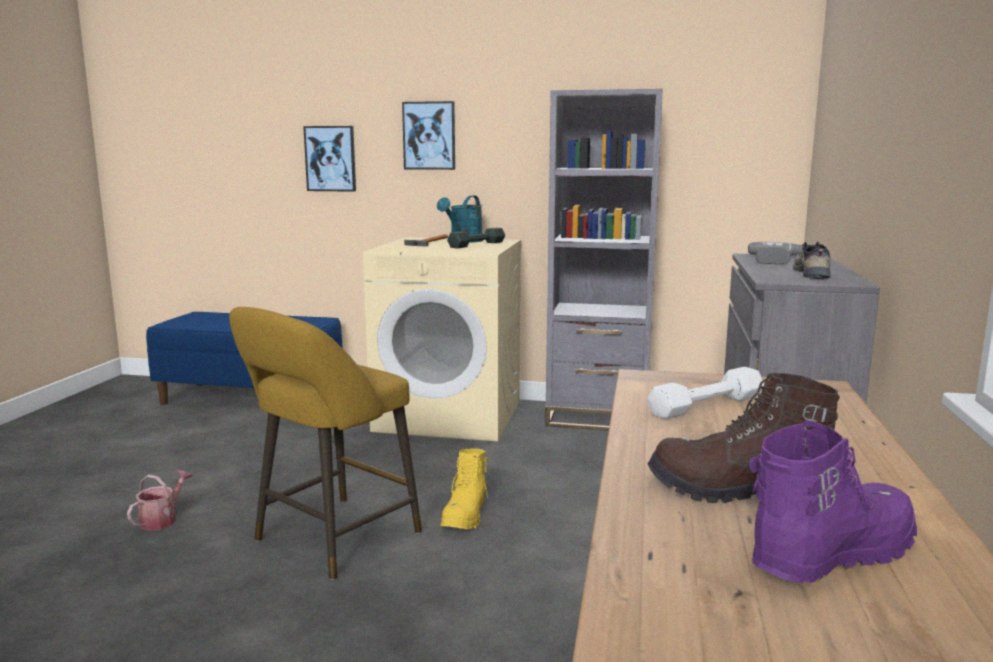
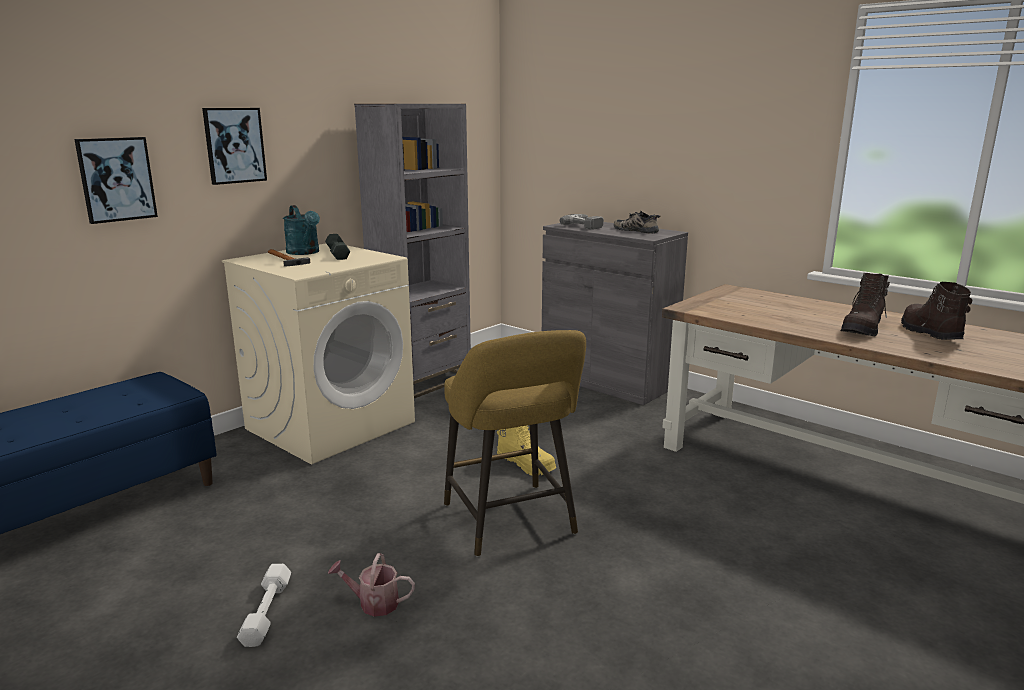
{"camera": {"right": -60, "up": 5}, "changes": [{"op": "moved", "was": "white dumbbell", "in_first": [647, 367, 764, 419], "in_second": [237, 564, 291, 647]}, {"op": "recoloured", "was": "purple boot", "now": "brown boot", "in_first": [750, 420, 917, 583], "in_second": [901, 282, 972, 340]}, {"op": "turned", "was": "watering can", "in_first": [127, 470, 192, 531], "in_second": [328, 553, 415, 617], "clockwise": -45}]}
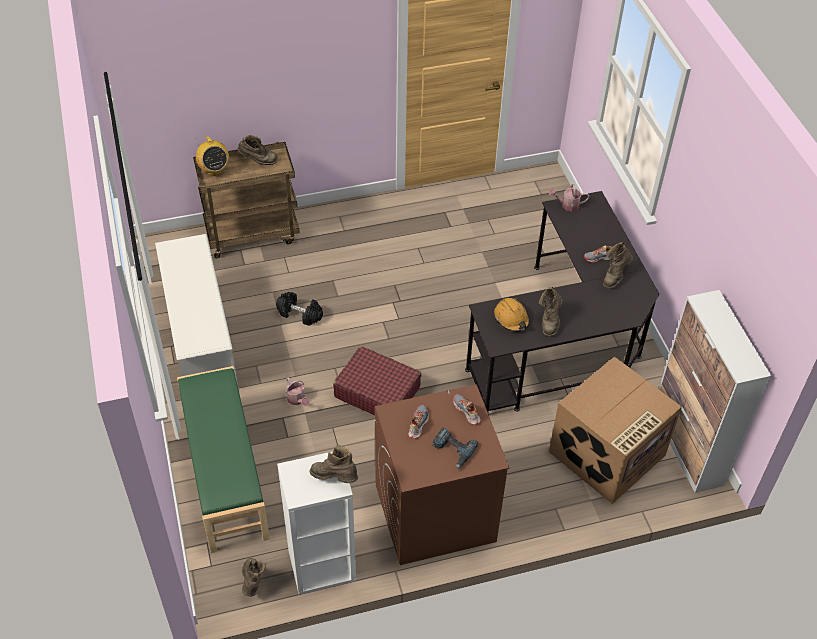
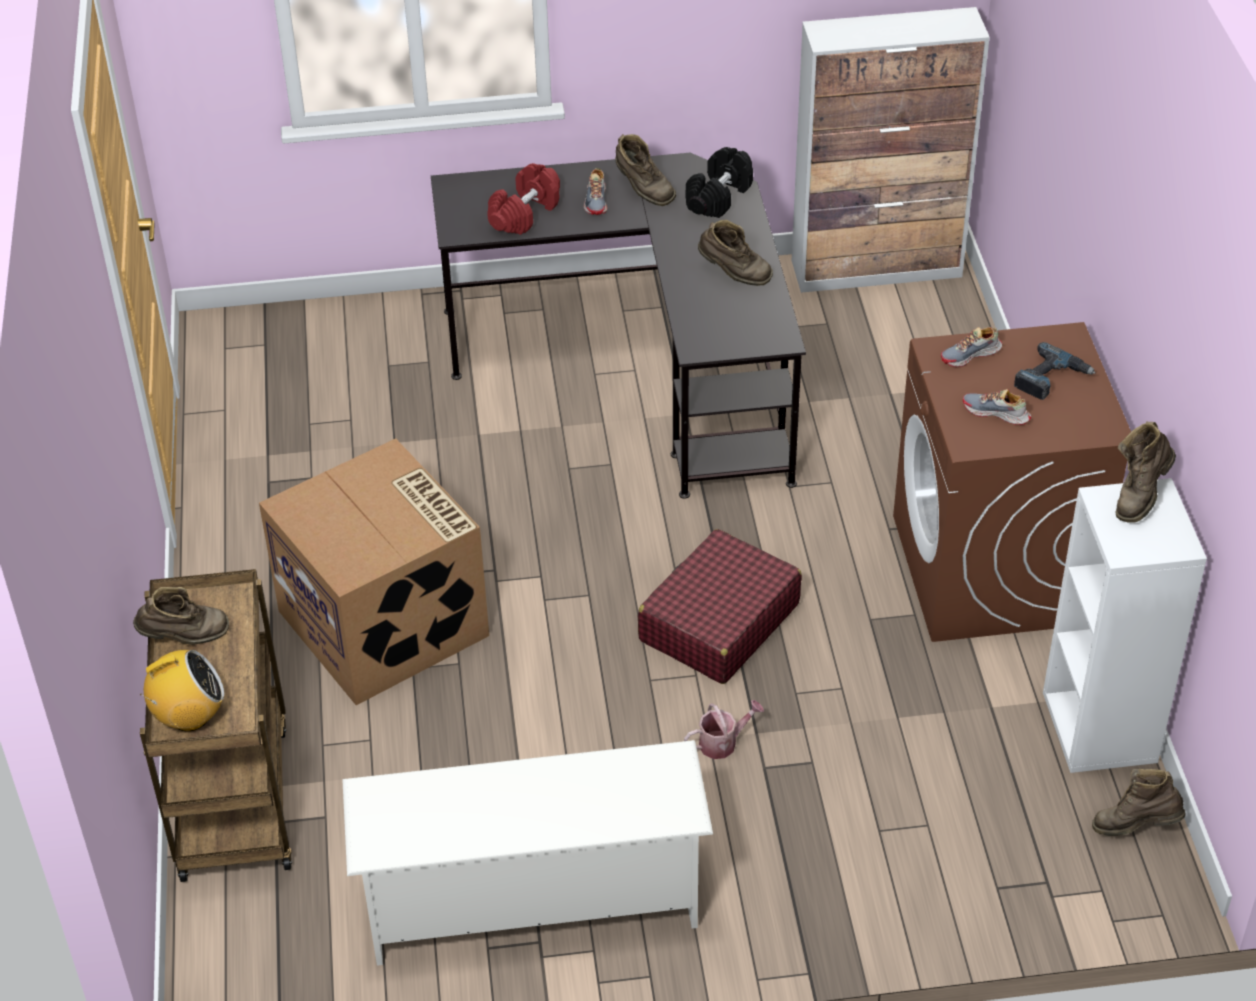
{"camera": {"right": -80, "up": -5}, "changes": [{"op": "removed", "was": "green bench", "in_first": [177, 366, 270, 553]}, {"op": "removed", "was": "orange hard hat", "in_first": [494, 298, 530, 332]}, {"op": "removed", "was": "watering can", "in_first": [549, 184, 590, 211]}, {"op": "added", "now": "red dumbbell", "in_second": [487, 163, 560, 235]}, {"op": "moved", "was": "black dumbbell", "in_first": [276, 292, 323, 326], "in_second": [686, 147, 753, 218]}, {"op": "moved", "was": "cardboard box", "in_first": [549, 357, 682, 504], "in_second": [259, 438, 489, 705]}, {"op": "turned", "was": "brown boot", "in_first": [238, 135, 278, 165], "in_second": [133, 587, 229, 645], "clockwise": 60}]}
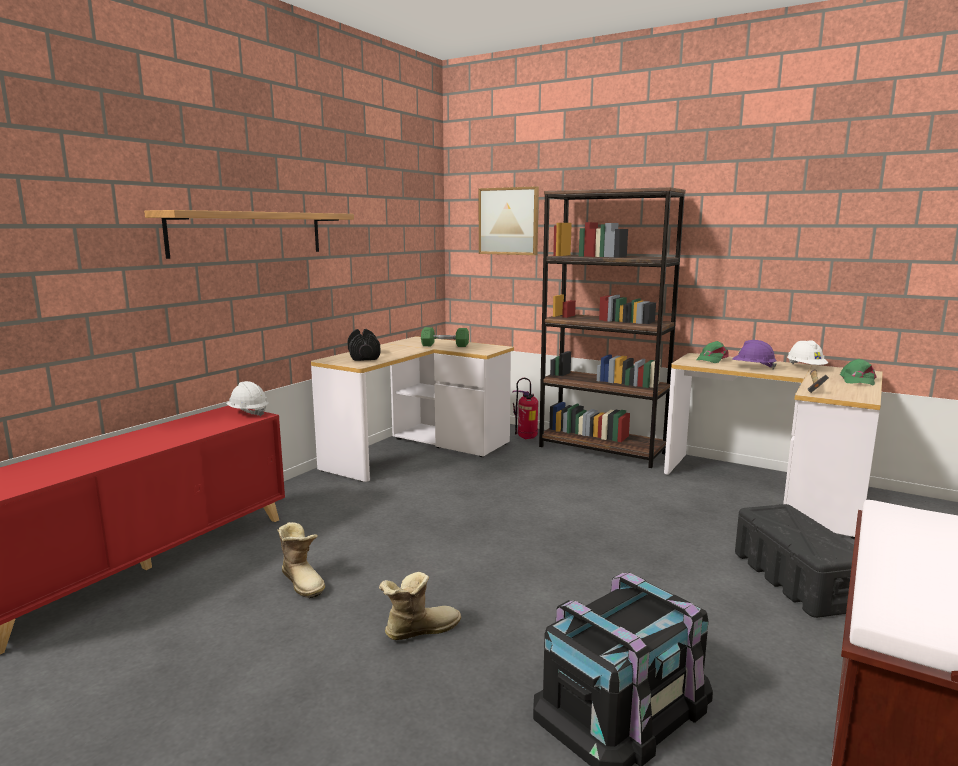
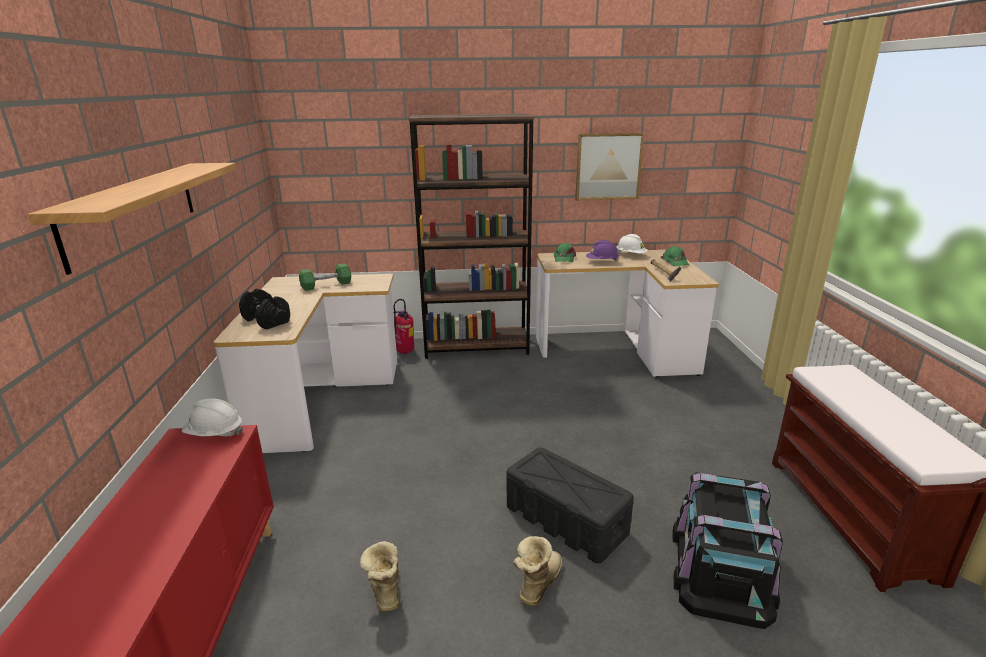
{"camera": {"right": -35, "up": 10}, "changes": [{"op": "moved", "was": "picture", "in_first": [479, 186, 539, 255], "in_second": [575, 133, 644, 200]}, {"op": "moved", "was": "black storage box", "in_first": [735, 504, 854, 618], "in_second": [507, 447, 634, 563]}, {"op": "turned", "was": "boot", "in_first": [277, 522, 325, 598], "in_second": [360, 541, 399, 612], "clockwise": -120}]}
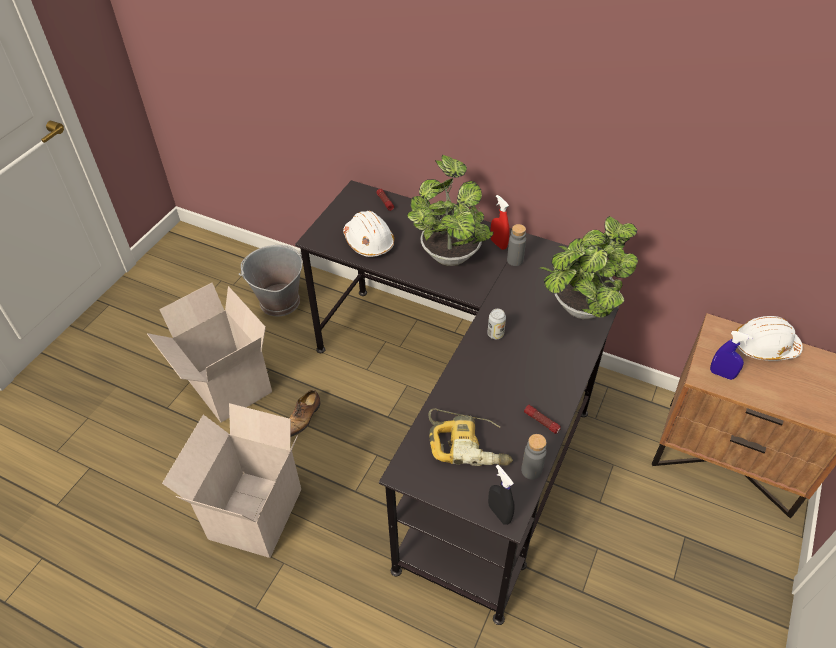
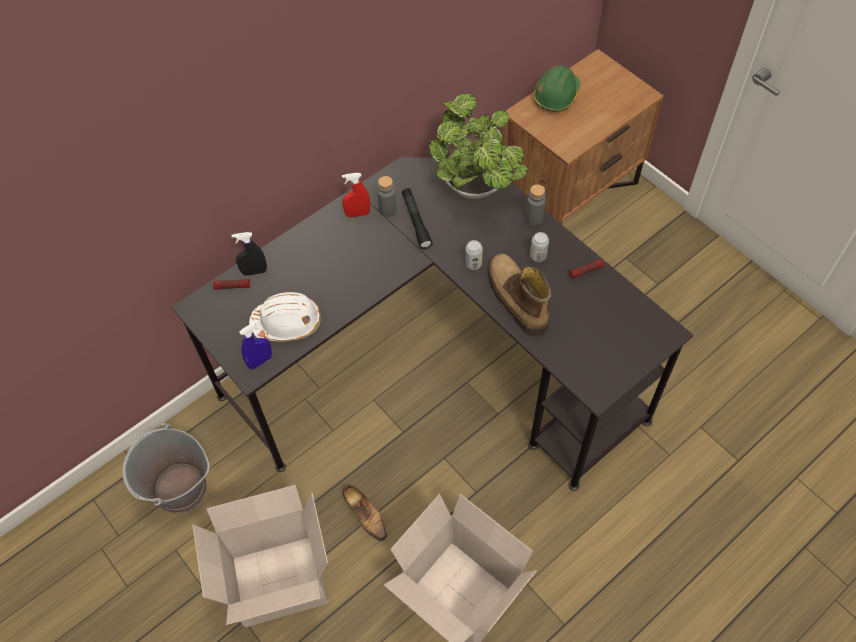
{"camera": {"right": -65, "up": 10}, "changes": [{"op": "removed", "was": "potted plant", "in_first": [407, 155, 493, 266]}, {"op": "removed", "was": "power drill", "in_first": [429, 409, 513, 466]}, {"op": "added", "now": "black flashlight", "in_second": [402, 188, 433, 249]}, {"op": "added", "now": "boot", "in_second": [488, 254, 551, 337]}, {"op": "added", "now": "can", "in_second": [530, 232, 549, 262]}, {"op": "moved", "was": "black spray bottle", "in_first": [488, 465, 515, 525], "in_second": [231, 232, 267, 276]}, {"op": "moved", "was": "grey bottle", "in_first": [521, 434, 546, 480], "in_second": [526, 184, 546, 226]}, {"op": "moved", "was": "blue spray bottle", "in_first": [710, 331, 753, 380], "in_second": [239, 320, 272, 369]}, {"op": "recoloured", "was": "white hard hat", "now": "green hard hat", "in_first": [736, 316, 803, 361], "in_second": [533, 66, 580, 112]}]}
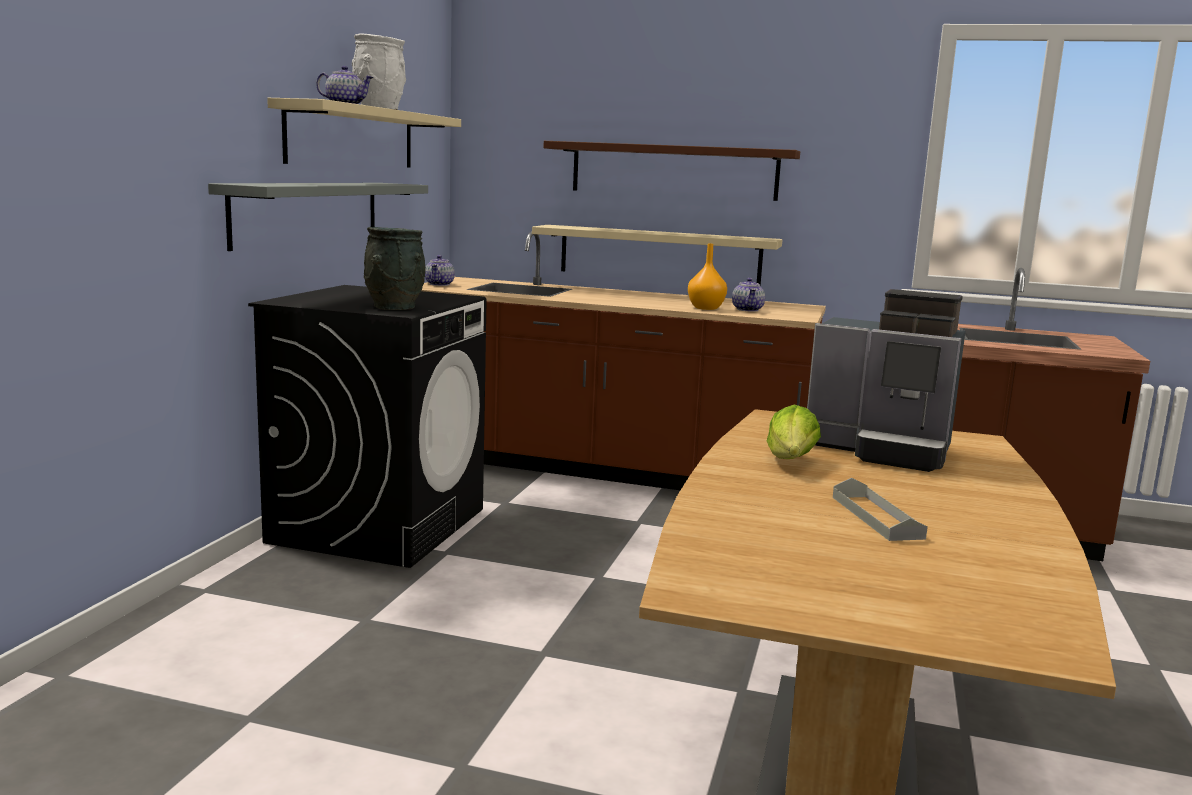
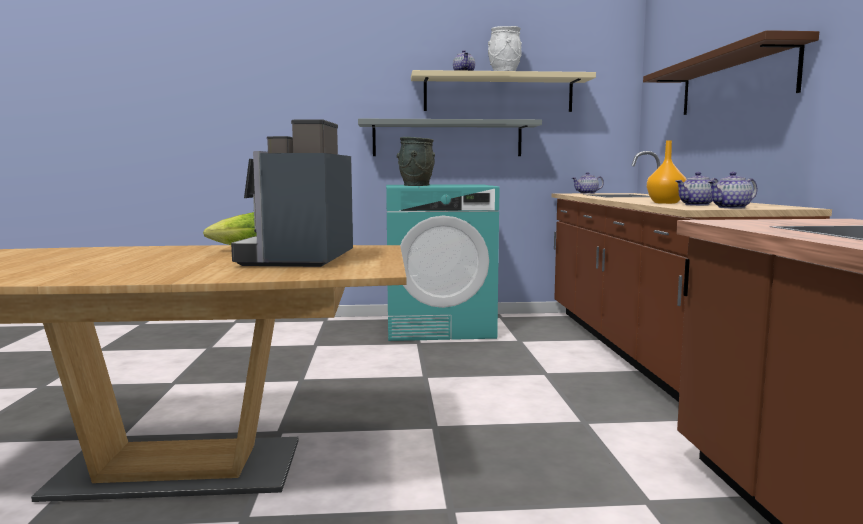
{"camera": {"right": 70, "up": -5}, "changes": [{"op": "removed", "was": "beige shelf", "in_first": [532, 225, 782, 286]}, {"op": "removed", "was": "grey tray", "in_first": [833, 478, 928, 541]}, {"op": "added", "now": "teapot", "in_second": [708, 172, 757, 209]}, {"op": "recoloured", "was": "black washing machine", "now": "turquoise washing machine", "in_first": [248, 285, 487, 568], "in_second": [386, 184, 500, 341]}]}
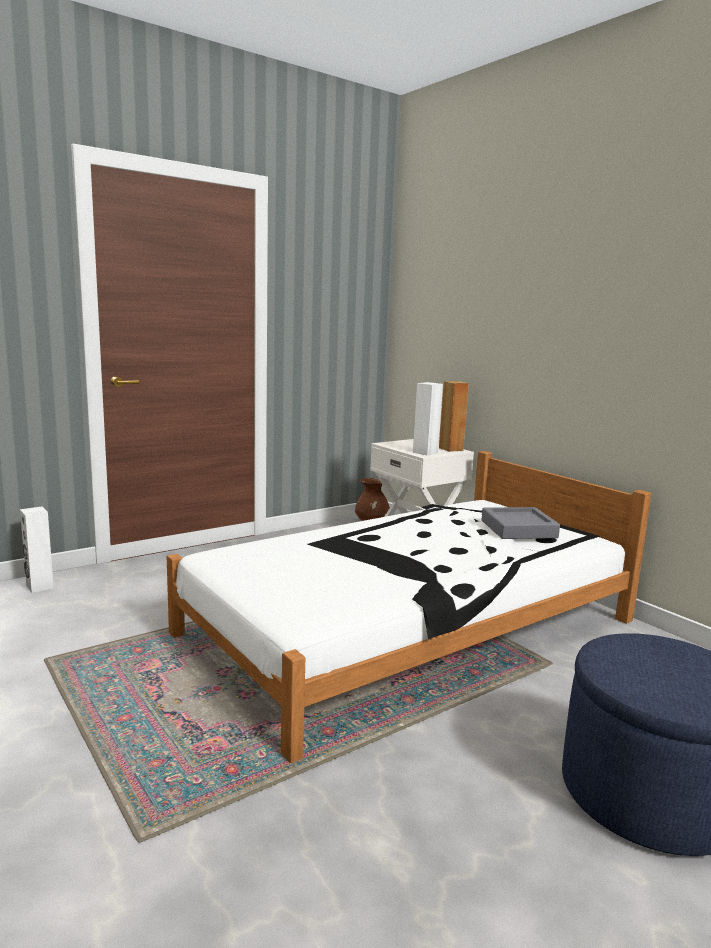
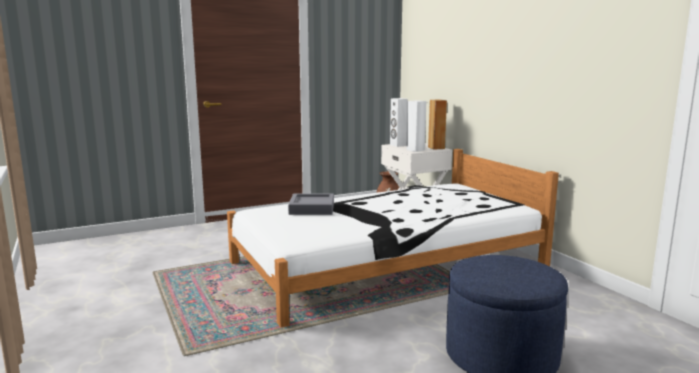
{"camera": {"right": 10, "up": 0}, "changes": [{"op": "moved", "was": "white speaker", "in_first": [20, 506, 54, 593], "in_second": [390, 98, 408, 147]}, {"op": "moved", "was": "grey tray", "in_first": [482, 507, 560, 539], "in_second": [288, 194, 334, 215]}]}
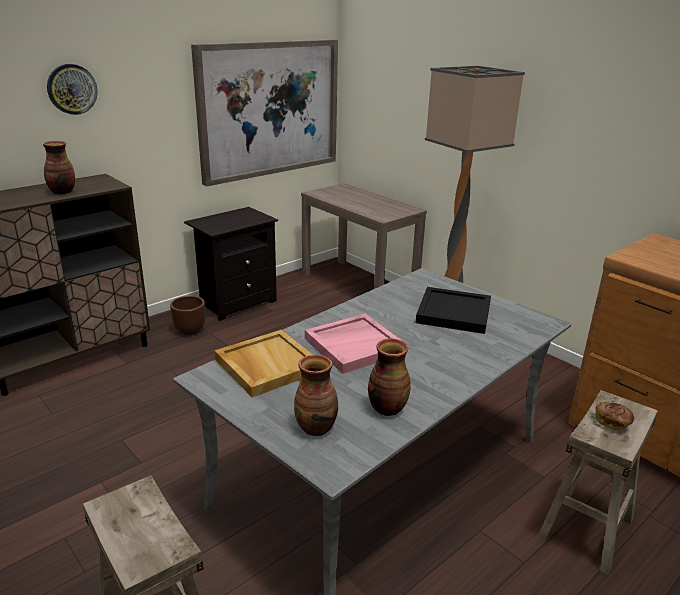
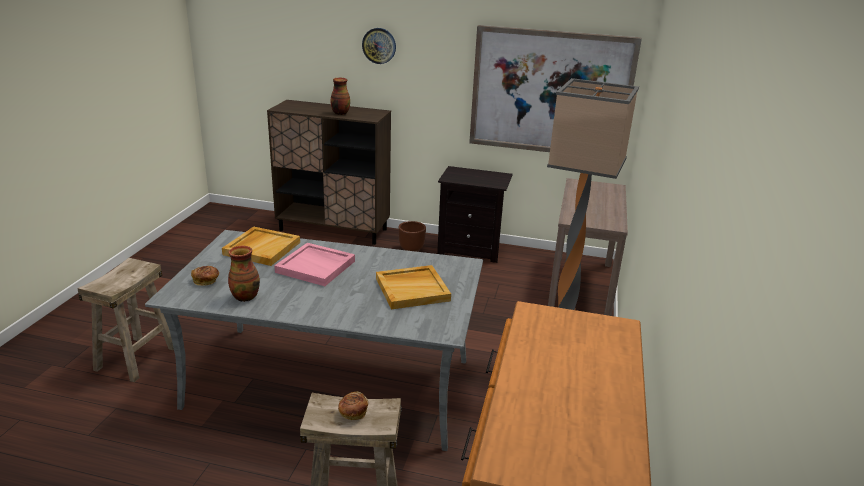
{"camera": {"right": 55, "up": 0}, "changes": [{"op": "replaced", "was": "vase", "now": "bread", "in_first": [294, 355, 338, 436], "in_second": [191, 266, 219, 286]}, {"op": "recoloured", "was": "black tray", "now": "beige tray", "in_first": [416, 287, 491, 334], "in_second": [376, 265, 451, 310]}]}
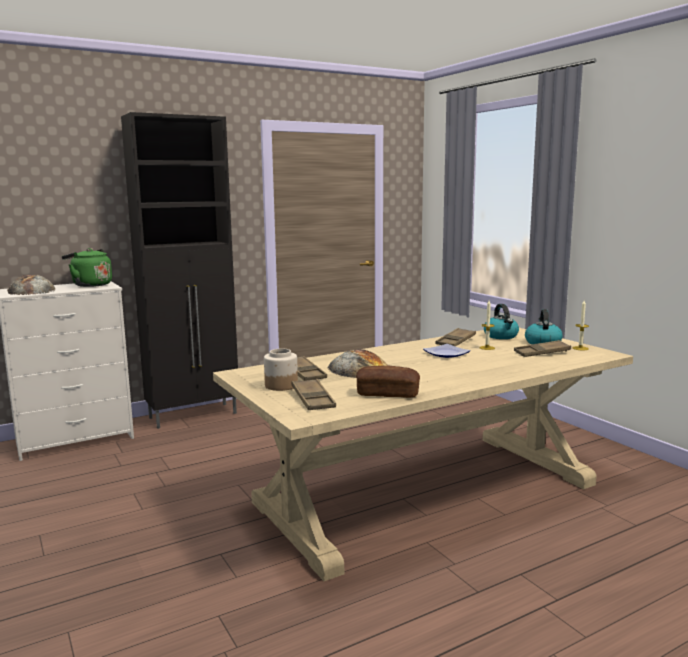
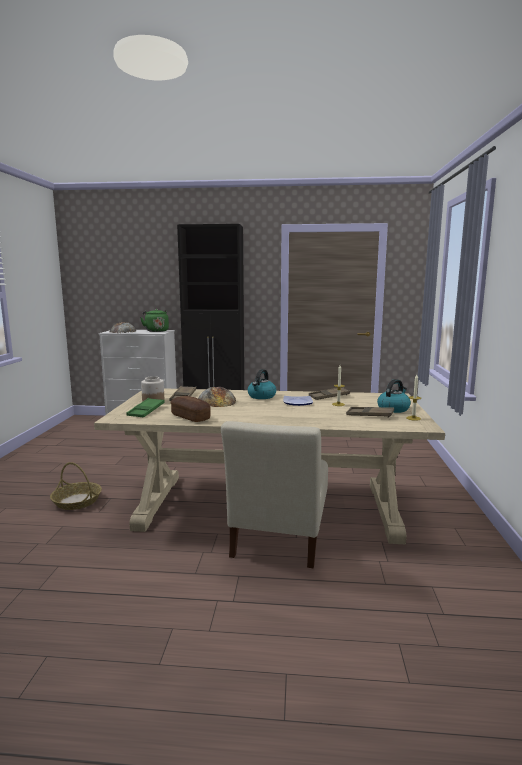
{"camera": {"right": 35, "up": 0}, "changes": [{"op": "added", "now": "basket", "in_second": [50, 462, 102, 510]}, {"op": "added", "now": "beige chair", "in_second": [221, 421, 328, 568]}, {"op": "moved", "was": "kettle", "in_first": [484, 304, 519, 339], "in_second": [248, 369, 276, 399]}, {"op": "recoloured", "was": "brown tray", "now": "green tray", "in_first": [292, 379, 336, 410], "in_second": [126, 398, 165, 417]}]}
